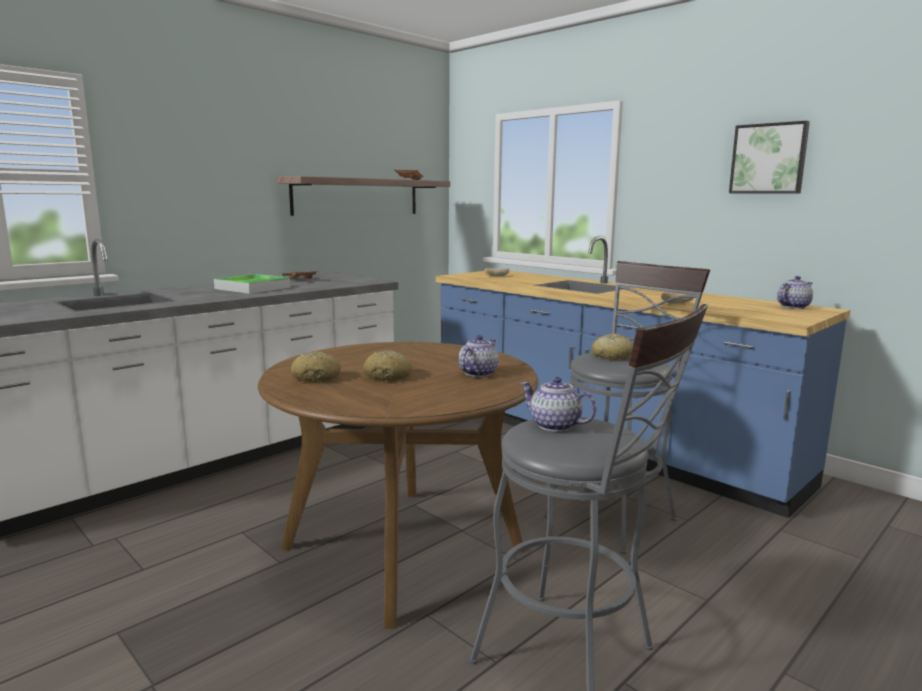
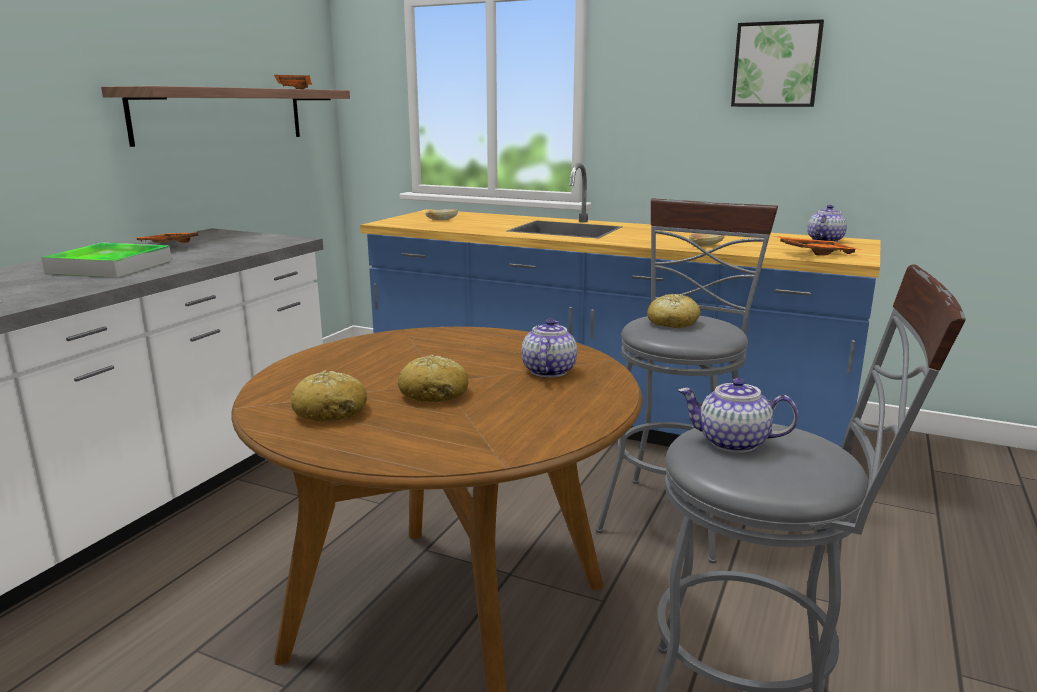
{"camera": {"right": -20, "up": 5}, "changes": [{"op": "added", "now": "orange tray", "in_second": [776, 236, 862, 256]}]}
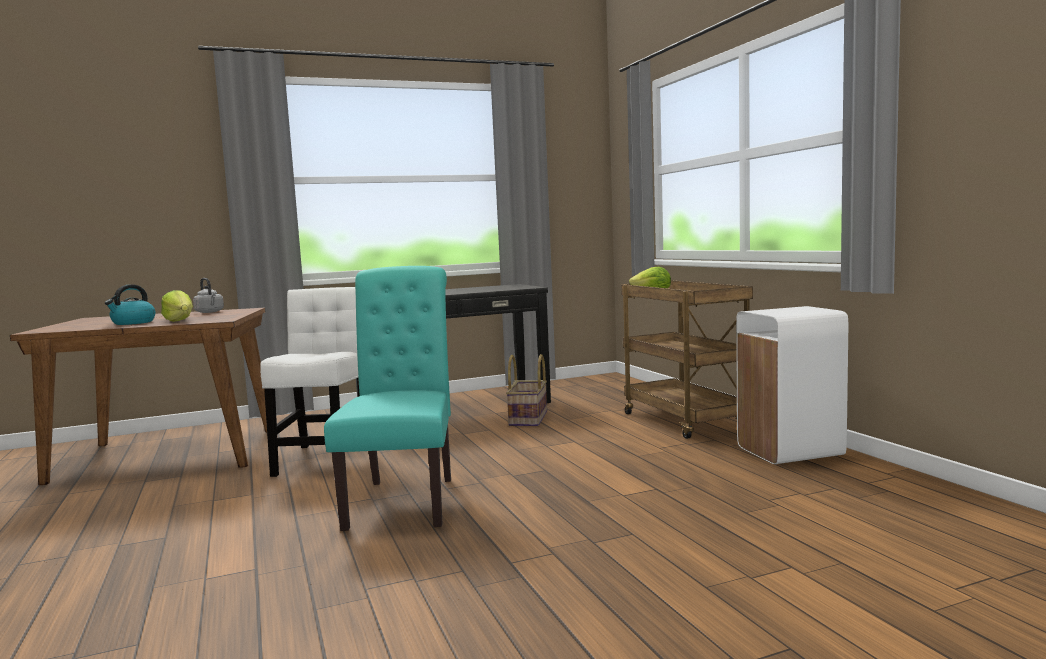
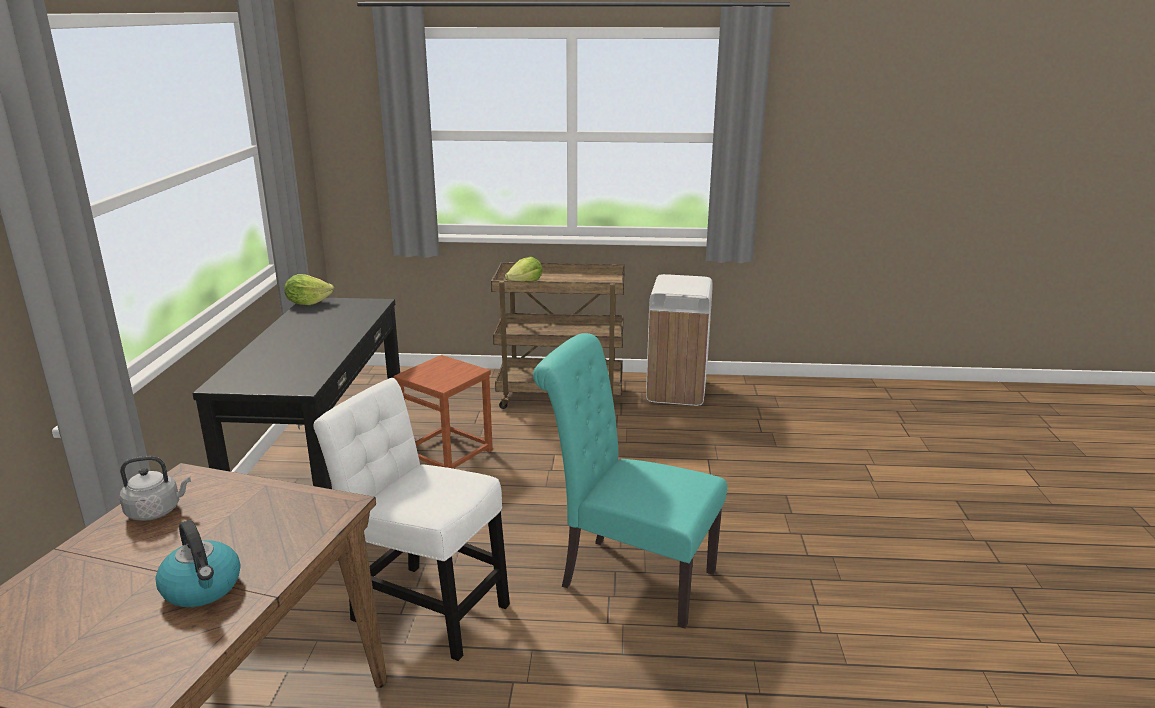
{"camera": {"right": -65, "up": 15}, "changes": [{"op": "moved", "was": "lettuce", "in_first": [161, 290, 193, 322], "in_second": [284, 274, 334, 305]}, {"op": "replaced", "was": "basket", "now": "brown stool", "in_first": [506, 354, 547, 426], "in_second": [393, 355, 493, 469]}]}
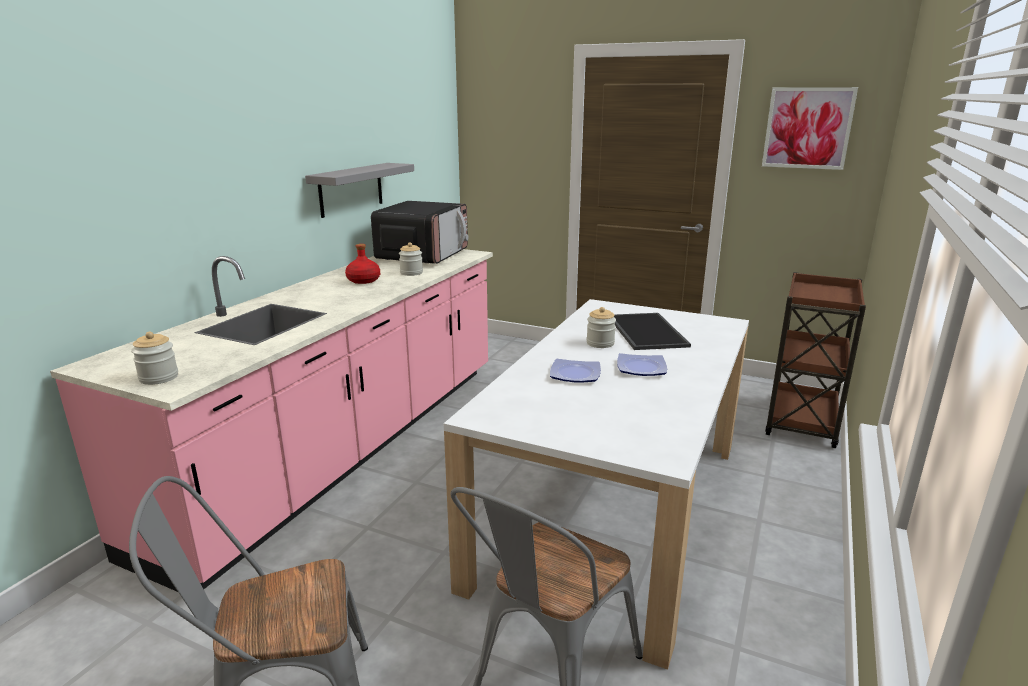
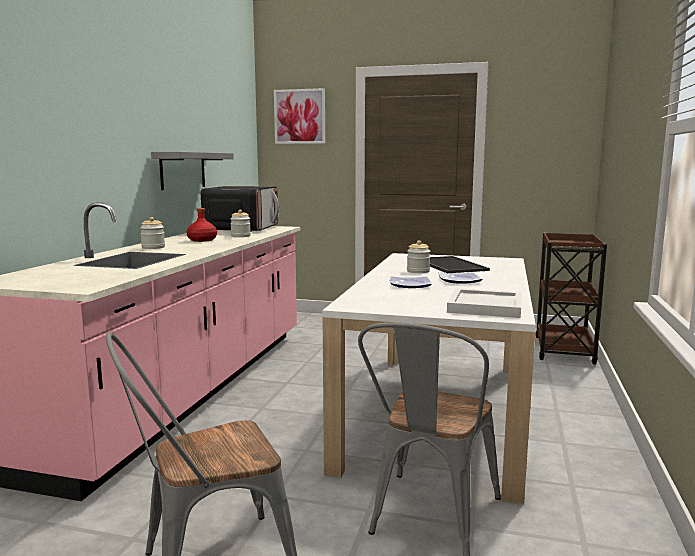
{"camera": {"right": -10, "up": -10}, "changes": [{"op": "added", "now": "white tray", "in_second": [447, 288, 522, 318]}, {"op": "moved", "was": "jar", "in_first": [131, 332, 178, 385], "in_second": [140, 217, 165, 249]}, {"op": "moved", "was": "picture", "in_first": [762, 87, 858, 170], "in_second": [274, 88, 325, 144]}]}
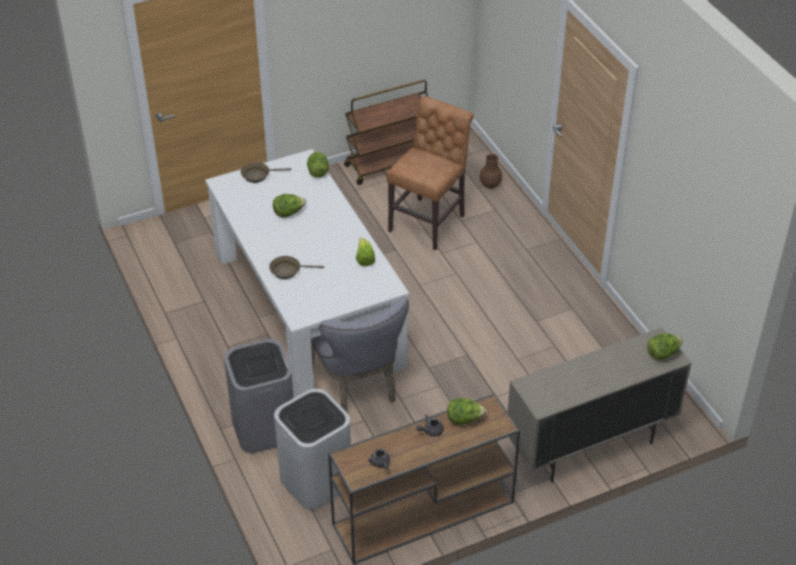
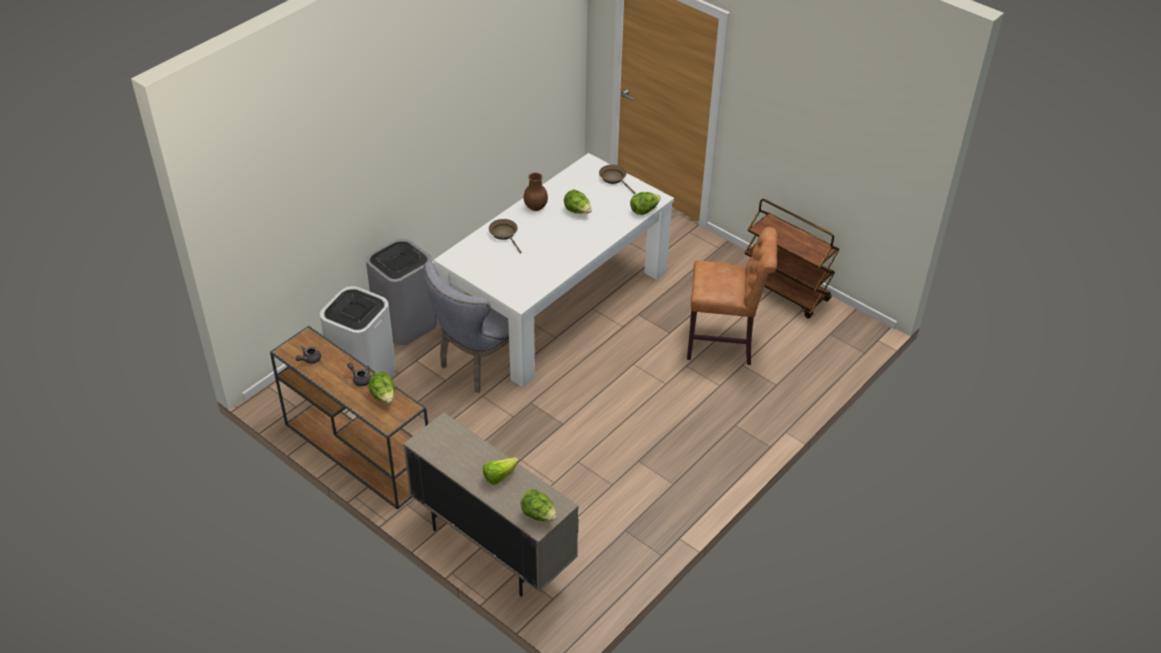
{"camera": {"right": 65, "up": 0}, "changes": [{"op": "moved", "was": "lettuce", "in_first": [356, 238, 375, 266], "in_second": [483, 457, 519, 485]}, {"op": "moved", "was": "brown vase", "in_first": [480, 154, 502, 189], "in_second": [523, 173, 548, 211]}]}
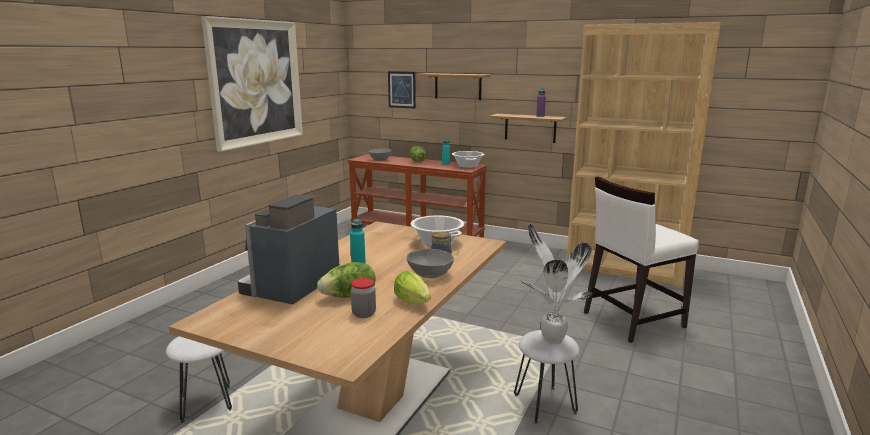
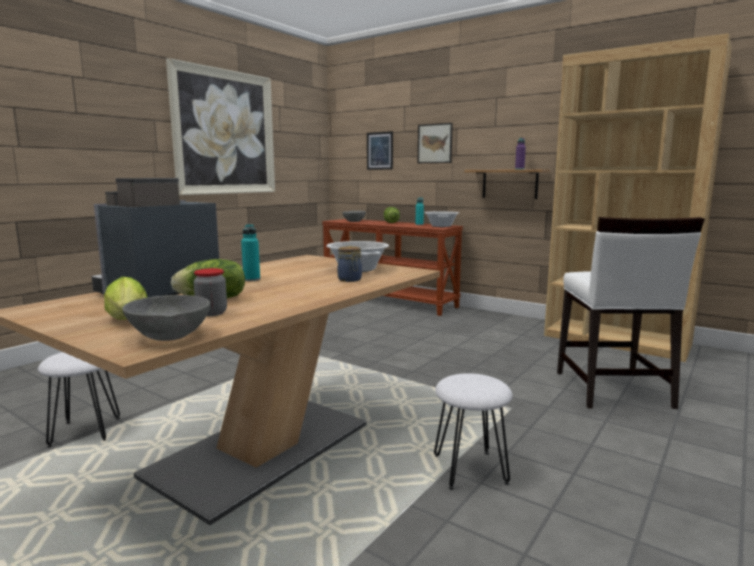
{"camera": {"right": 10, "up": -5}, "changes": [{"op": "removed", "was": "potted plant", "in_first": [520, 224, 592, 344]}, {"op": "moved", "was": "lettuce", "in_first": [394, 271, 431, 304], "in_second": [104, 277, 147, 320]}, {"op": "moved", "was": "grey bowl", "in_first": [407, 249, 454, 278], "in_second": [122, 295, 210, 341]}, {"op": "replaced", "was": "shelf", "now": "picture", "in_first": [418, 73, 491, 100], "in_second": [418, 123, 453, 163]}, {"op": "turned", "was": "white chair", "in_first": [584, 176, 699, 343], "in_second": [557, 217, 705, 409], "clockwise": -75}]}
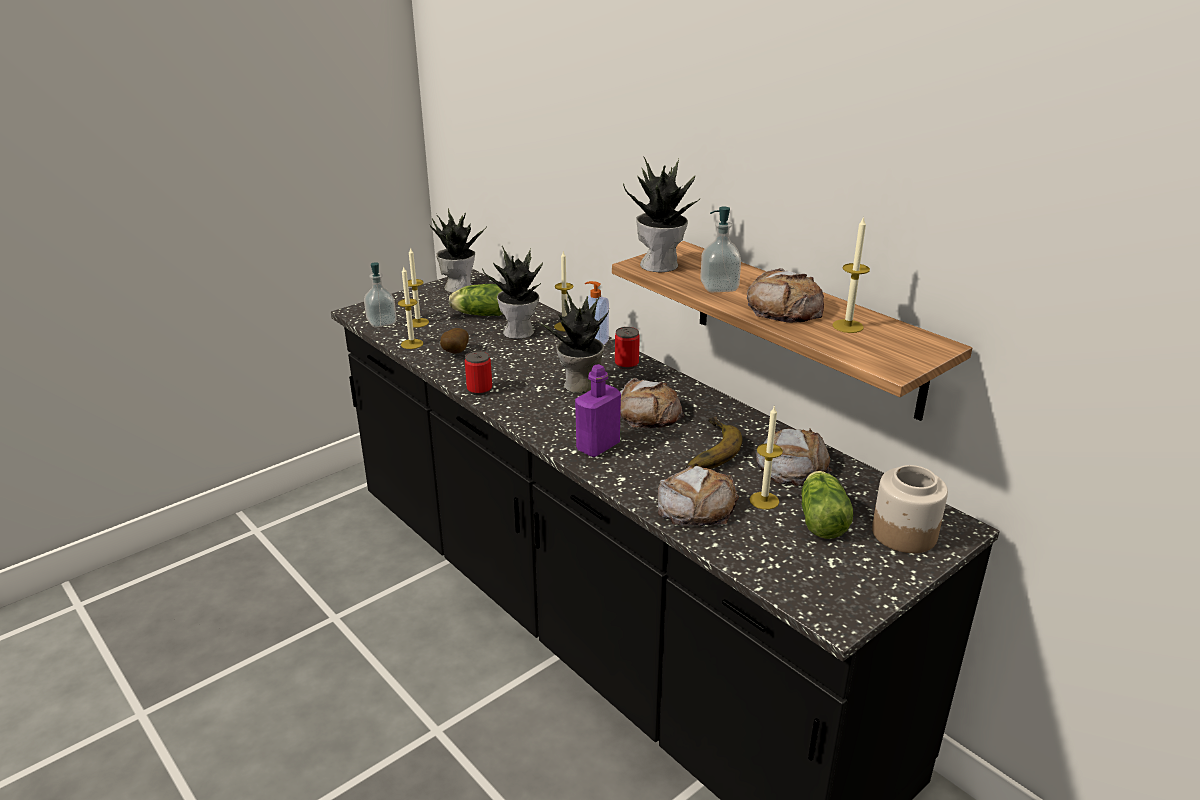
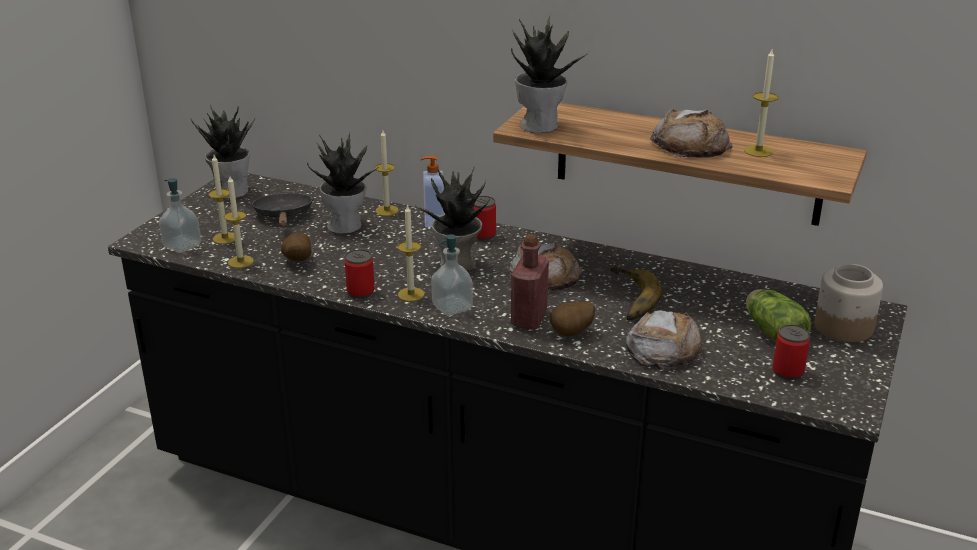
{"camera": {"right": -25, "up": 0}, "changes": [{"op": "removed", "was": "bread", "in_first": [756, 428, 832, 486]}, {"op": "added", "now": "potato", "in_second": [550, 302, 595, 336]}, {"op": "added", "now": "can", "in_second": [773, 325, 810, 380]}, {"op": "moved", "was": "soap dispenser", "in_first": [700, 206, 741, 292], "in_second": [431, 234, 473, 316]}, {"op": "moved", "was": "candle", "in_first": [750, 405, 783, 510], "in_second": [398, 204, 424, 301]}, {"op": "replaced", "was": "lettuce", "now": "black frying pan", "in_first": [449, 284, 503, 316], "in_second": [251, 193, 313, 227]}, {"op": "recoloured", "was": "purple bottle", "now": "red bottle", "in_first": [575, 364, 621, 457], "in_second": [511, 234, 549, 330]}]}
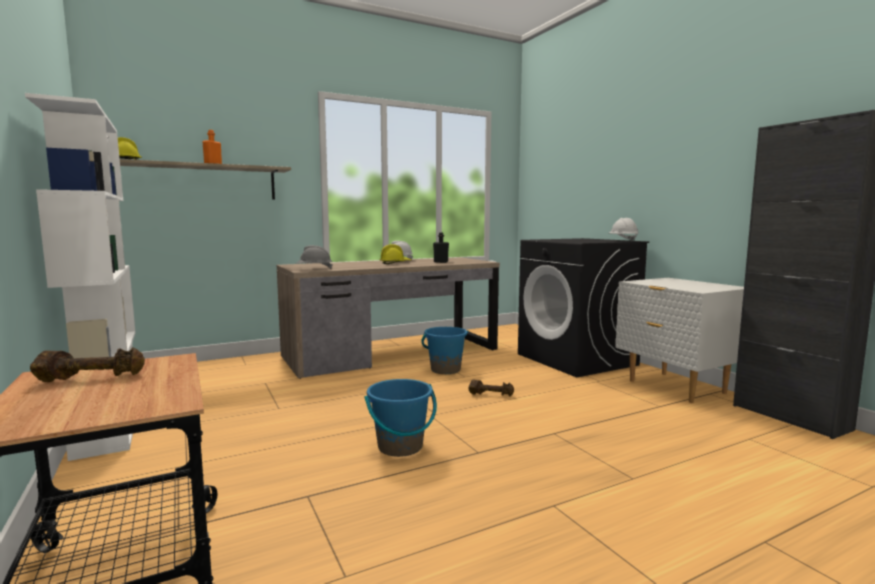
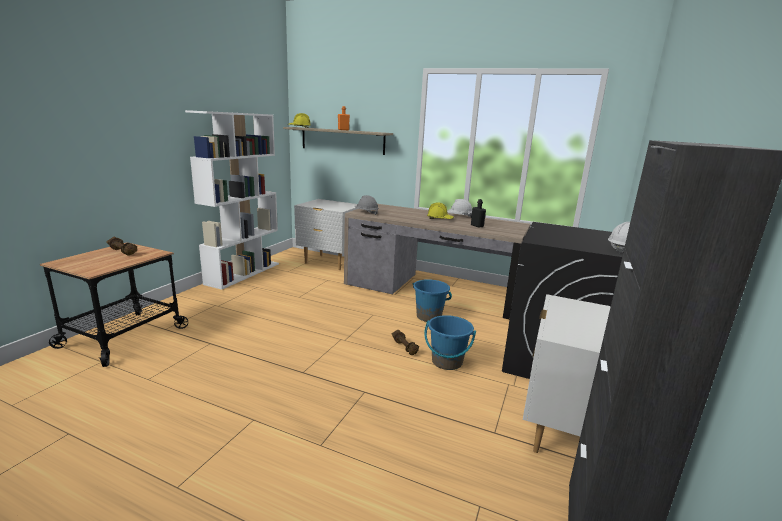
{"camera": {"right": 50, "up": 10}, "changes": [{"op": "added", "now": "white nightstand", "in_second": [294, 199, 359, 270]}, {"op": "moved", "was": "blue bucket", "in_first": [364, 379, 437, 457], "in_second": [424, 315, 476, 370]}]}
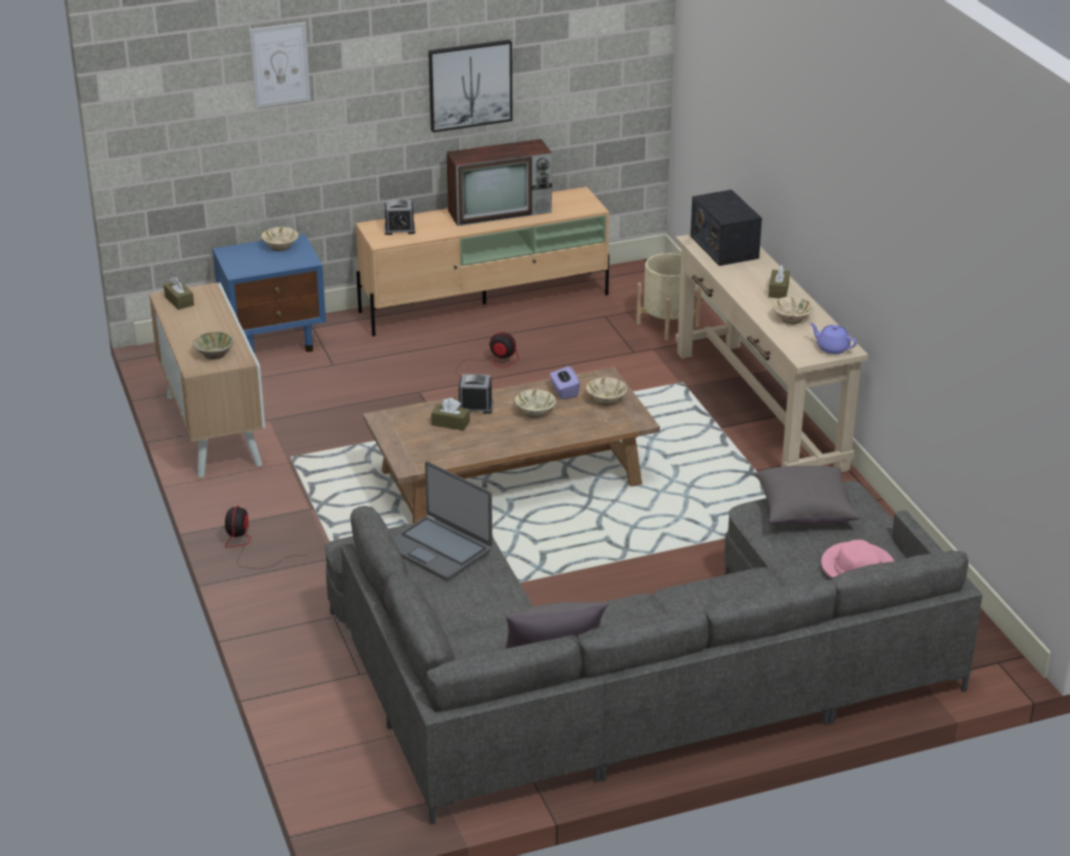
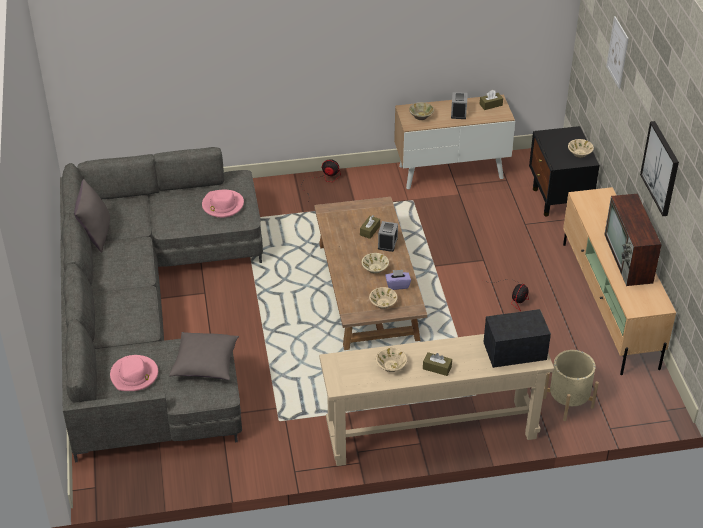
{"camera": {"right": 100, "up": 10}, "changes": [{"op": "removed", "was": "purple teapot", "in_first": [810, 323, 857, 354]}, {"op": "moved", "was": "alarm clock", "in_first": [384, 200, 415, 235], "in_second": [451, 92, 468, 119]}, {"op": "replaced", "was": "laptop", "now": "pink hat", "in_first": [393, 461, 493, 581], "in_second": [202, 190, 244, 218]}, {"op": "recoloured", "was": "blue nightstand", "now": "black nightstand", "in_first": [213, 234, 326, 354], "in_second": [529, 126, 600, 216]}]}
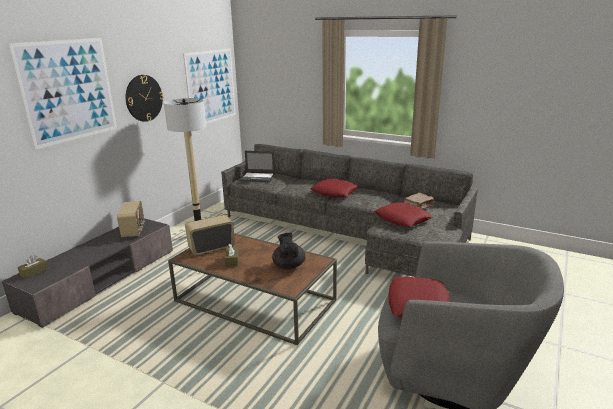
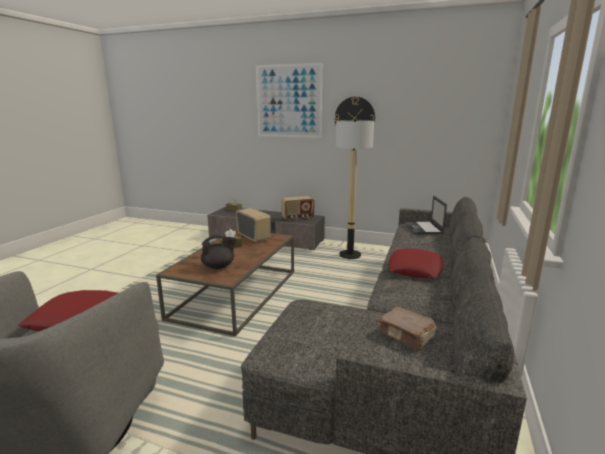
{"camera": {"right": 80, "up": -5}, "changes": [{"op": "removed", "was": "picture", "in_first": [183, 48, 236, 124]}, {"op": "removed", "was": "red pillow", "in_first": [375, 202, 433, 227]}]}
